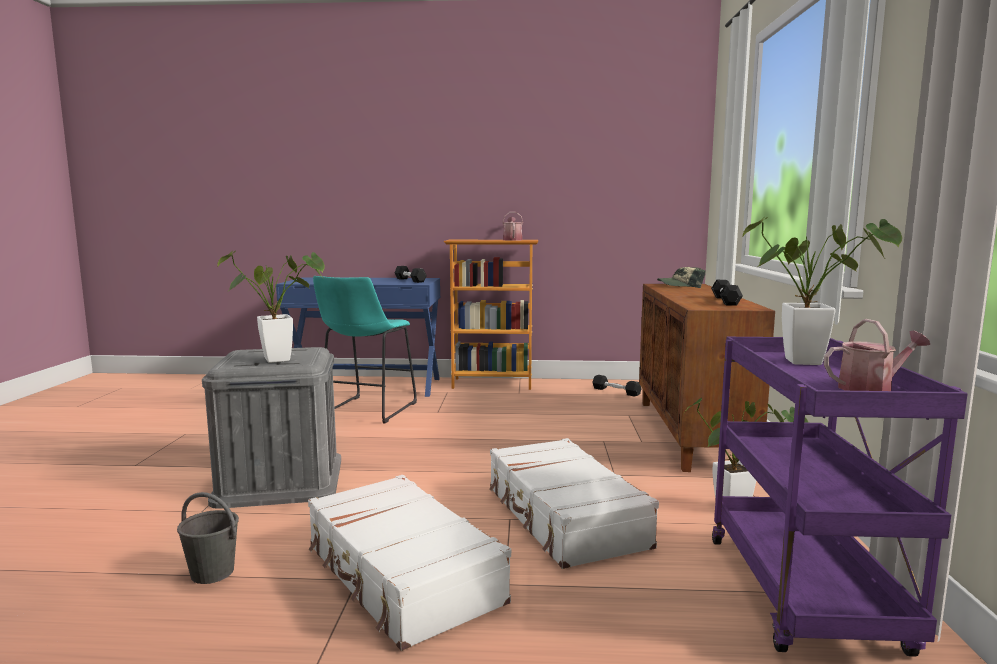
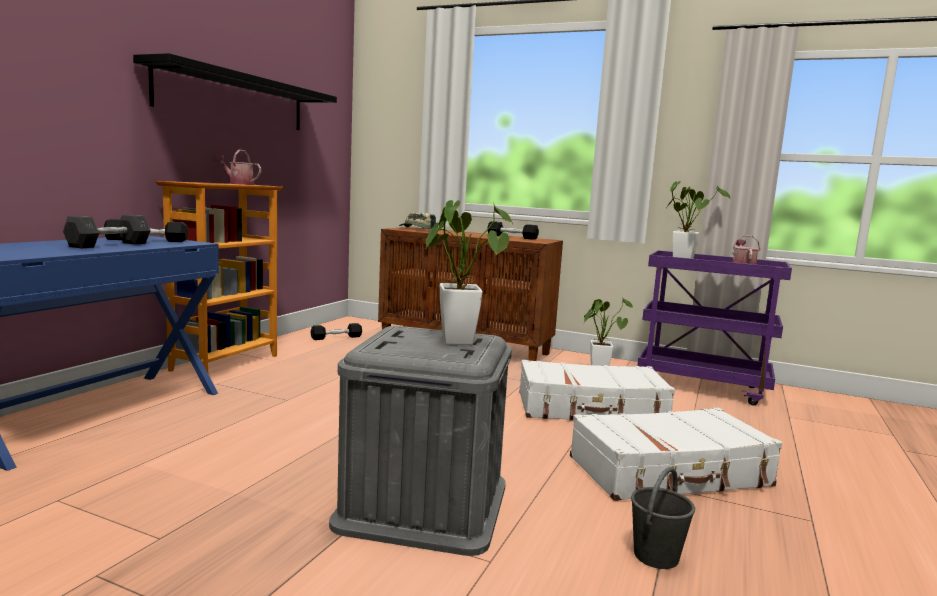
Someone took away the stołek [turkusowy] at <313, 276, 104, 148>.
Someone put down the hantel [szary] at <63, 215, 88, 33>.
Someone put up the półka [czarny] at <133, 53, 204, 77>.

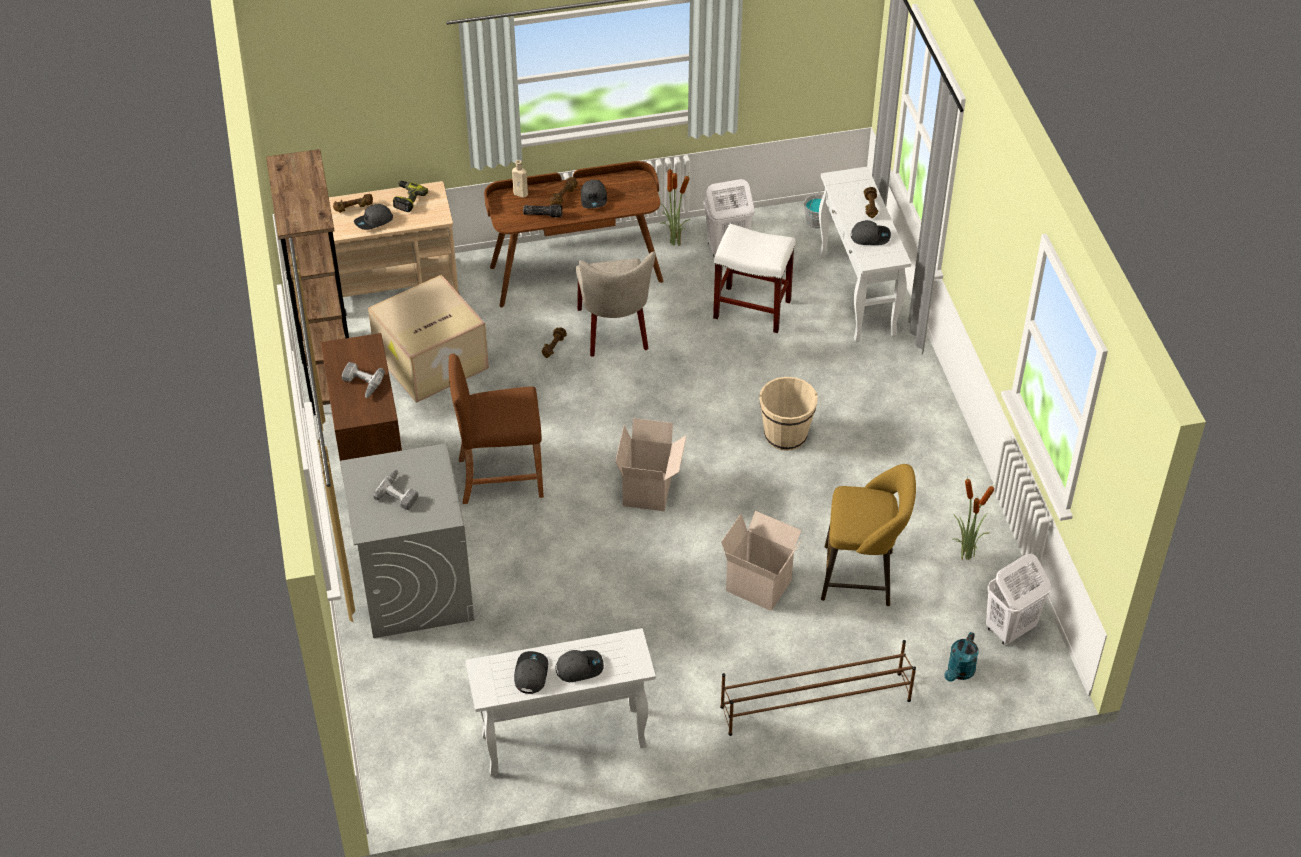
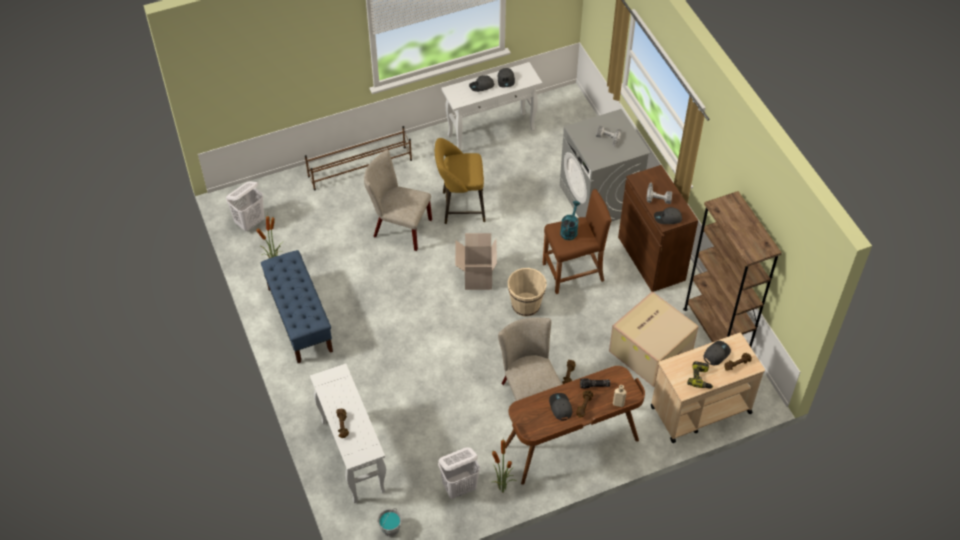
Someone took away the stołek [biały] at <713, 224, 82, 109>.
Someone put down the ławka [niebieski] at <261, 250, 72, 113>.
Someone carried the wiadro [beżowy] from <759, 377, 59, 74> to <508, 268, 39, 48>.
Someone carried the stołek [żółty] from <821, 464, 95, 142> to <435, 138, 51, 86>.
Someone carried the czapka z daszkiem [szary] from <851, 220, 40, 25> to <654, 207, 28, 17>.
Someone carried the konewka [turkusowy] from <944, 632, 34, 50> to <560, 201, 20, 39>.
Someone swapped the karton at <721, 511, 81, 100> for the krzesło [beżowy] at <364, 150, 68, 101>.

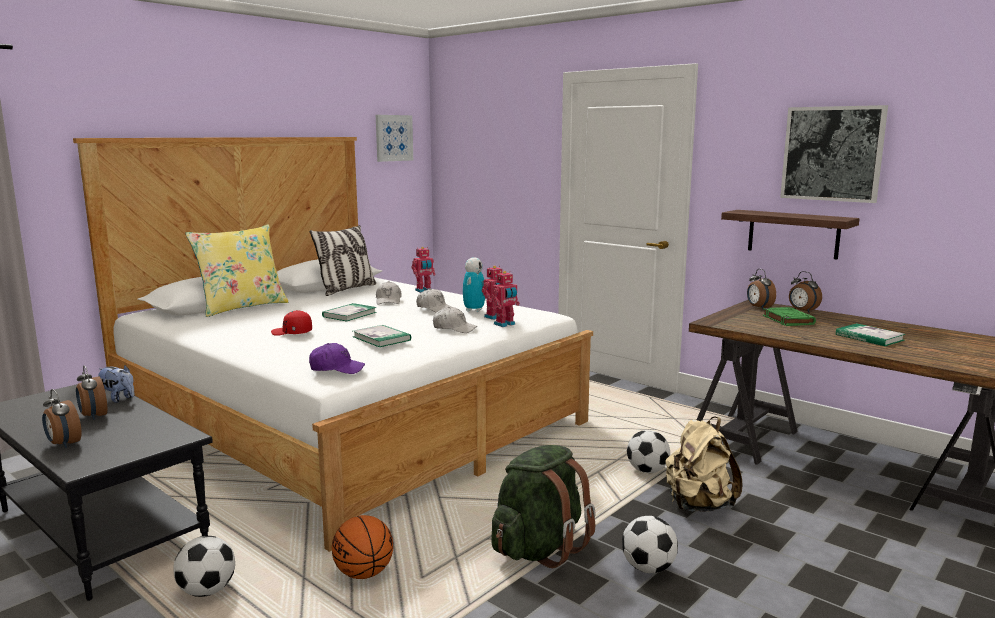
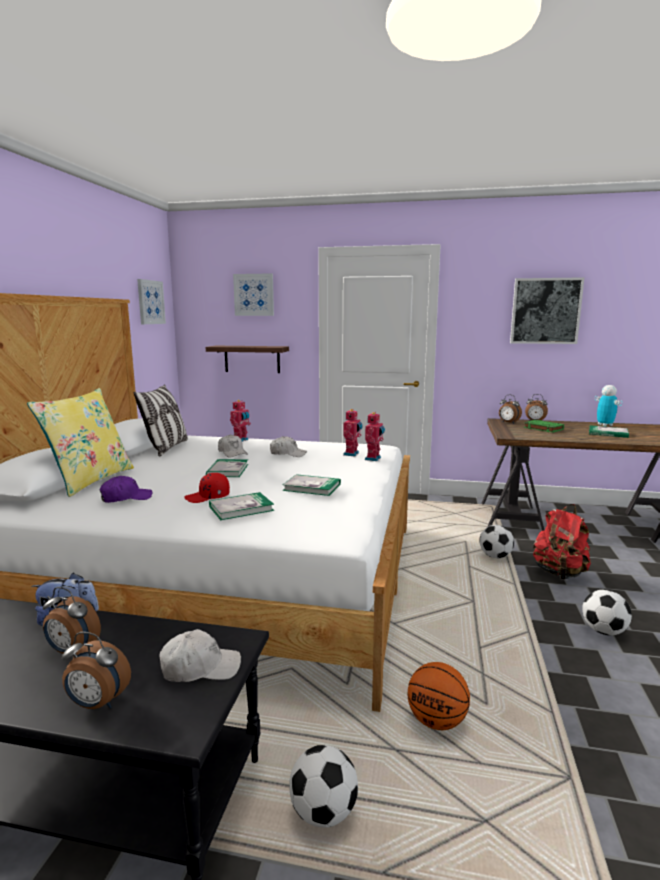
Someone took away the plecak [zielony] at <491, 445, 105, 123>.
Someone put down the książka at <209, 492, 65, 28>.
Someone put up the obraz at <233, 273, 41, 43>.
Someone carried the czapka z daszkiem [fioletowy] from <309, 343, 56, 31> to <99, 476, 53, 27>.
Someone carried the czapka z daszkiem [biały] from <433, 307, 44, 26> to <159, 629, 82, 53>.
Someone carried the robot zabawkowy from <463, 257, 22, 55> to <595, 385, 27, 41>.
Someone carried the półka from <721, 210, 139, 50> to <206, 346, 83, 27>.
Someone repainted the plecak [beżowy] at <665, 417, 77, 95>, which became the plecak [czerwony] at <533, 504, 58, 75>.

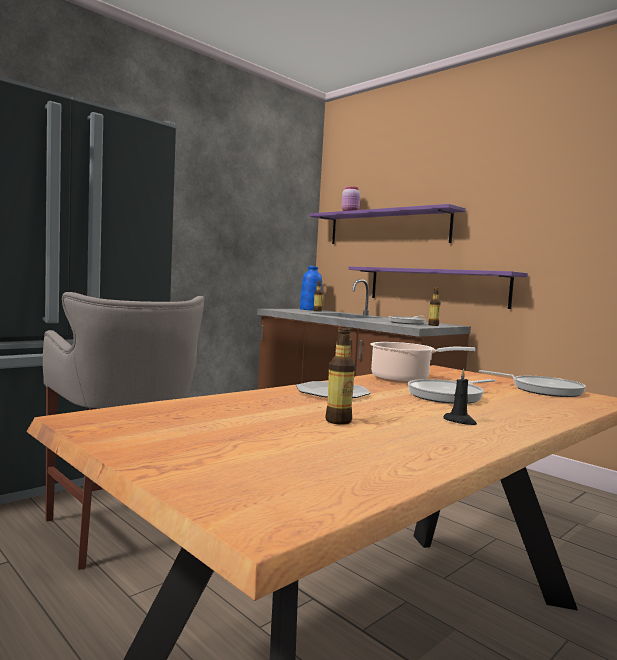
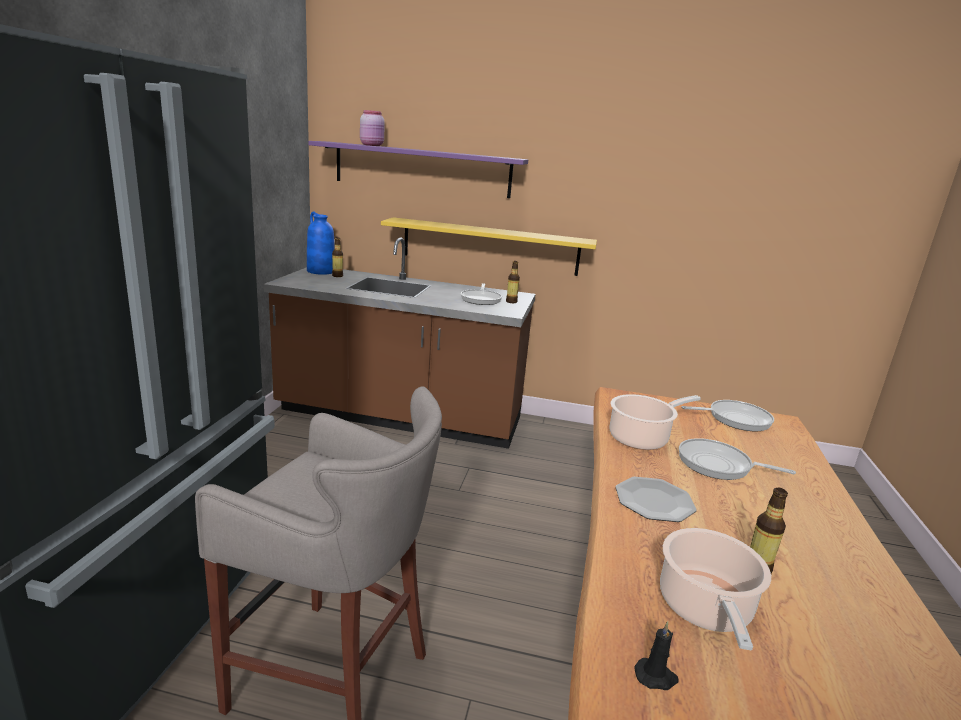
Someone put down the garnek at <660, 528, 111, 123>.
Someone carried the świeca [czarny] from <444, 369, 33, 56> to <635, 621, 44, 69>.
Someone repainted the półka [fioletowy] at <348, 266, 180, 43>, which became the półka [żółty] at <381, 217, 216, 59>.
Someone rotated the patelnia at <408, 379, 88, 25> by 90 degrees clockwise.

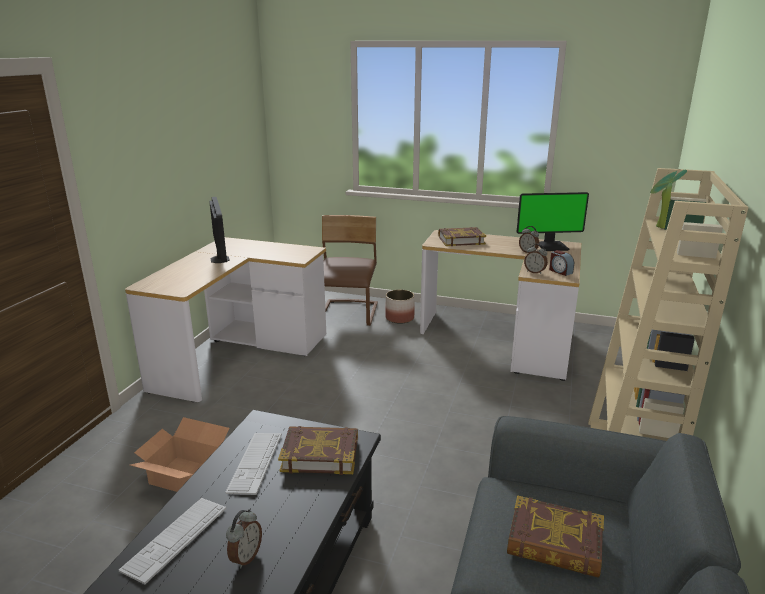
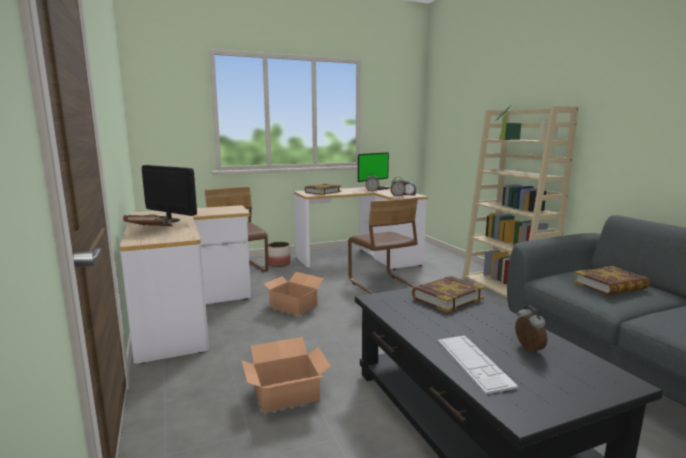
Someone took away the klawiatura at <225, 433, 57, 62>.
Someone put down the książka [brązowy] at <123, 214, 50, 12>.
Someone put down the karton at <260, 272, 64, 44>.
Someone put down the krzesło [brązowy] at <348, 197, 70, 97>.

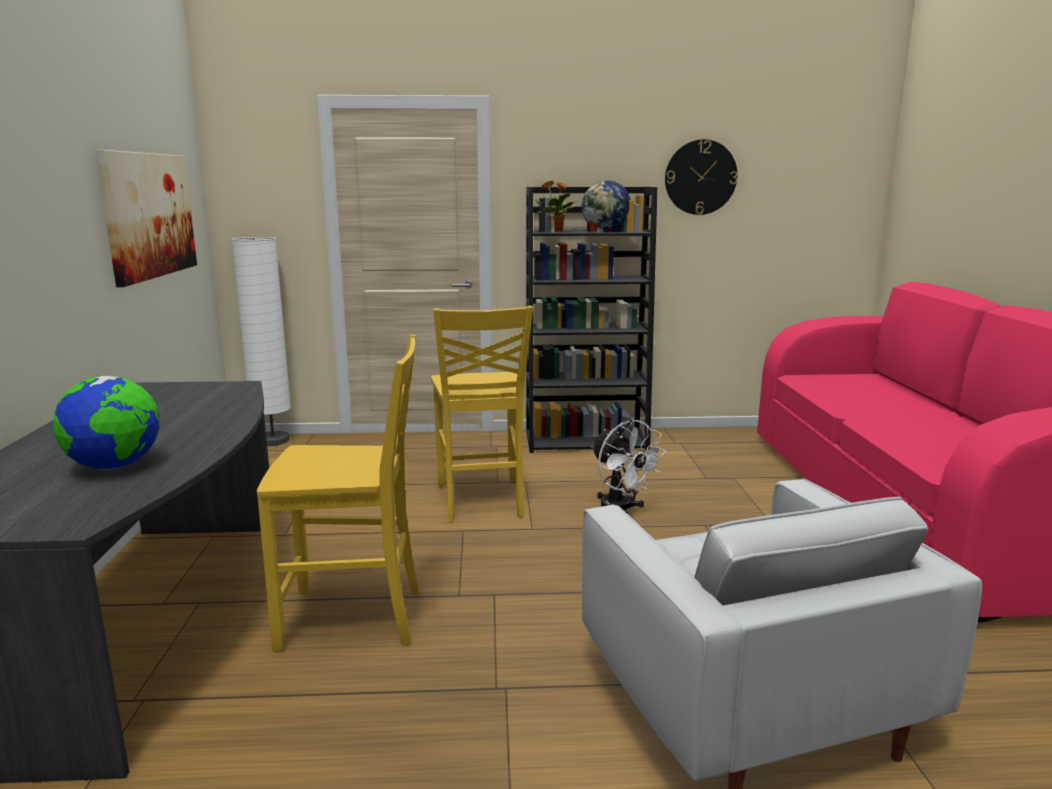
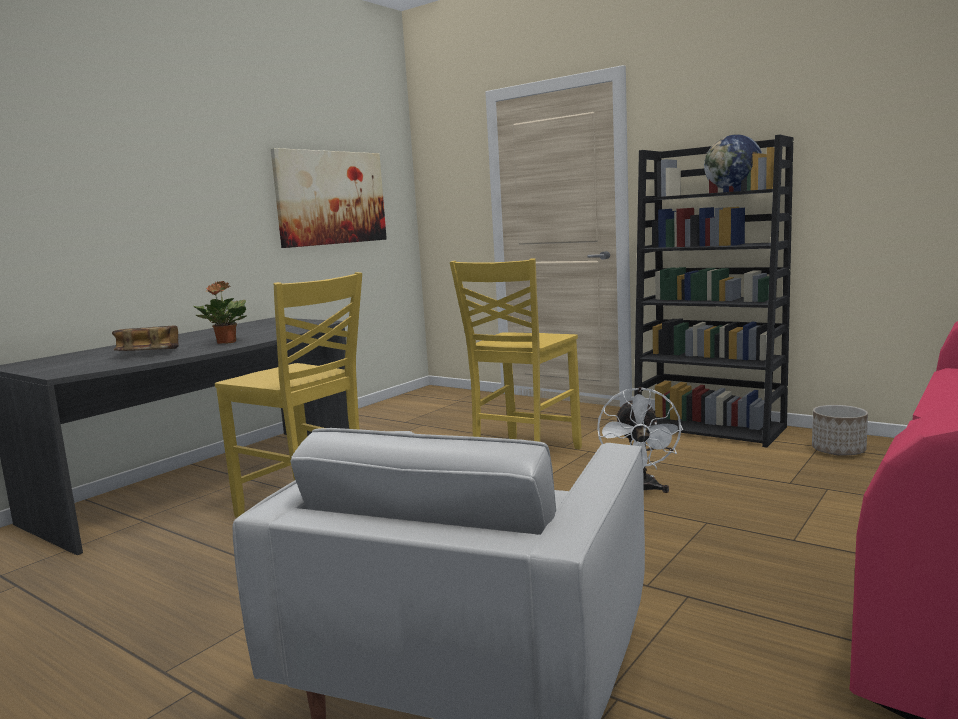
Someone took away the lampa stojąca [biały] at <231, 237, 60, 209>.
Someone took away the zegar ścienny at <665, 139, 73, 76>.
Someone put down the donica at <812, 405, 56, 51>.
Someone carried the roślina doniczkowa from <534, 181, 42, 51> to <193, 281, 54, 63>.
Someone swapped the globus at <53, 376, 107, 94> for the książka at <112, 325, 67, 26>.

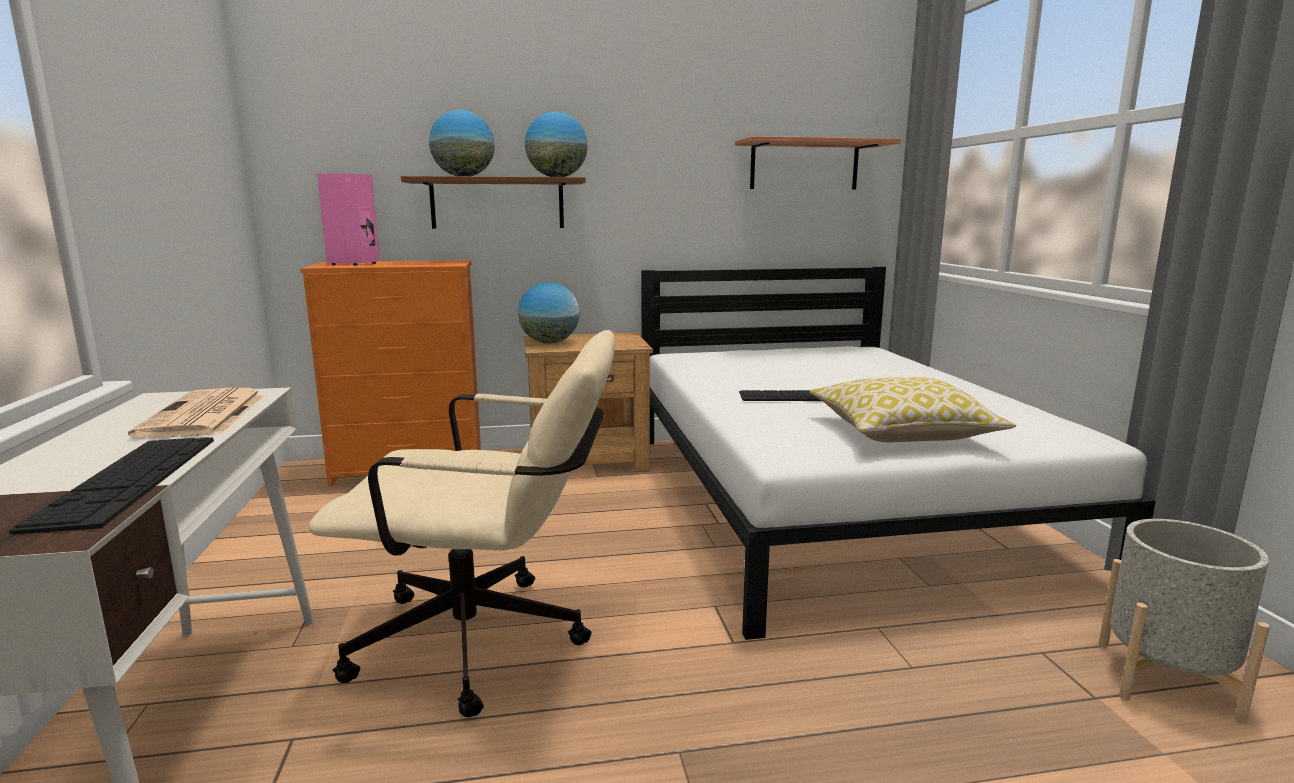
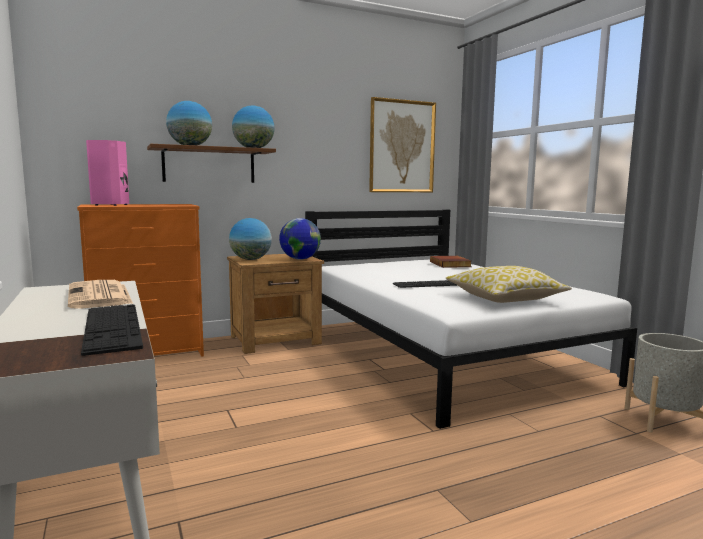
Someone took away the krzesło biurowe [beżowy] at <308, 330, 307, 387>.
Someone put down the globus at <279, 218, 42, 42>.
Someone put down the książka at <430, 256, 41, 12>.
Someone swapped the półka at <735, 136, 166, 54> for the obraz at <369, 97, 67, 95>.

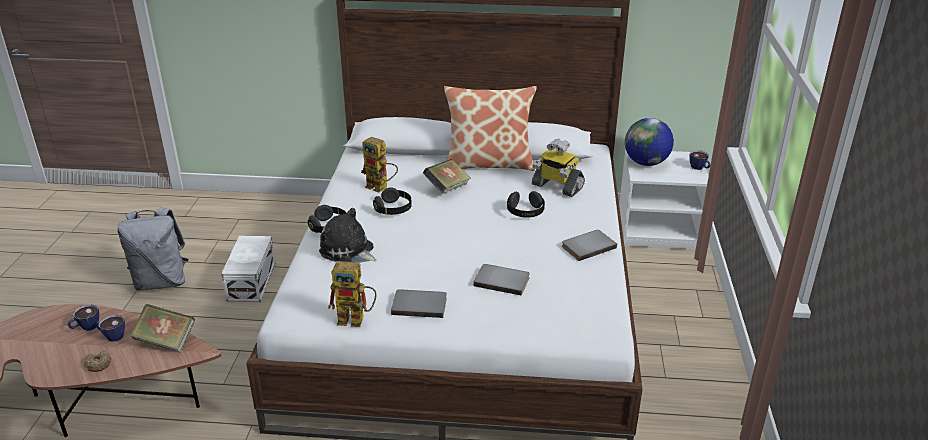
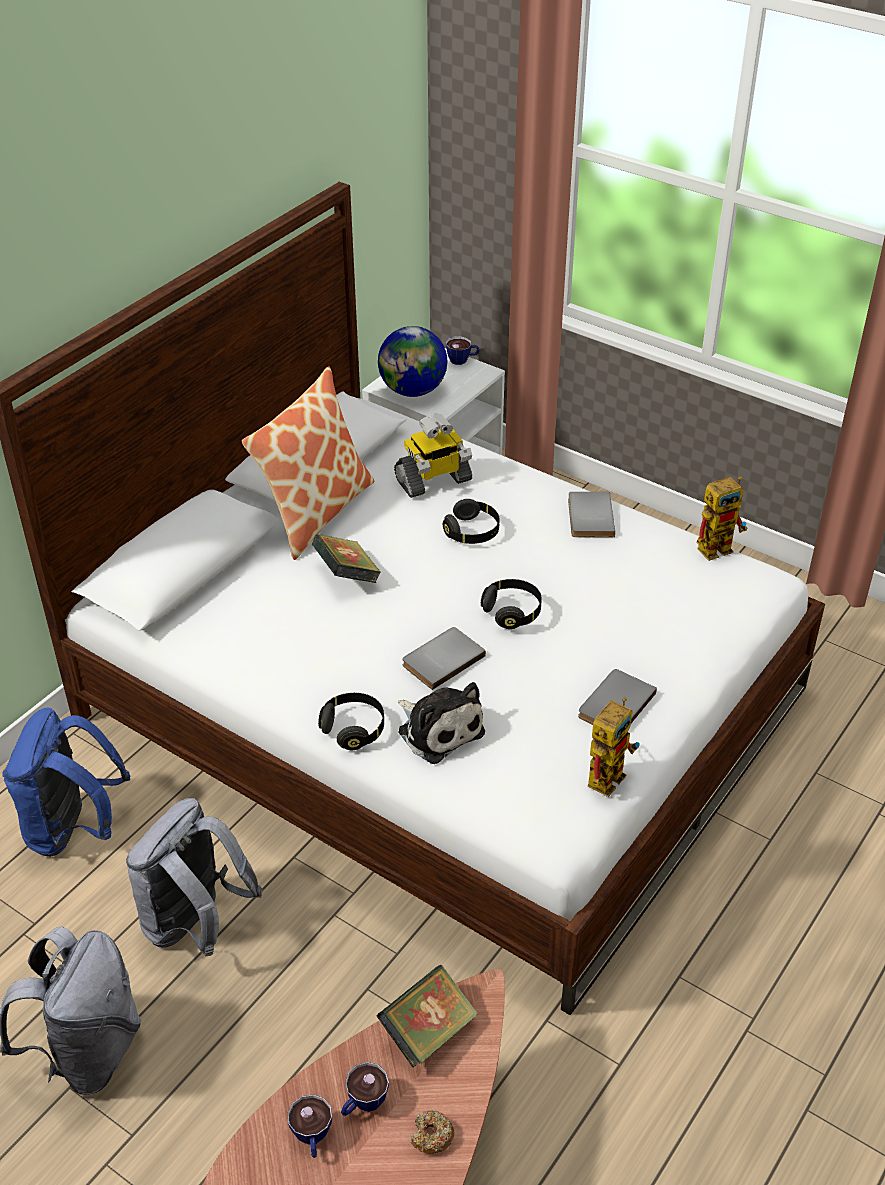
Someone put down the plecak [niebieski] at <2, 708, 129, 149>.
Someone carried the robot zabawkowy from <361, 137, 37, 56> to <697, 476, 51, 85>.
Someone carried the słuchawki [czarny] from <373, 187, 39, 28> to <481, 579, 61, 50>.
Someone carried the książka [szary] from <473, 264, 57, 32> to <402, 627, 84, 63>.
Someone swapped the pojemnik do przechowywania [biały] at <221, 236, 54, 66> for the plecak [szary] at <126, 798, 137, 158>.
Someone rotated the pluszak at <319, 208, 58, 55> by 105 degrees counterclockwise.

